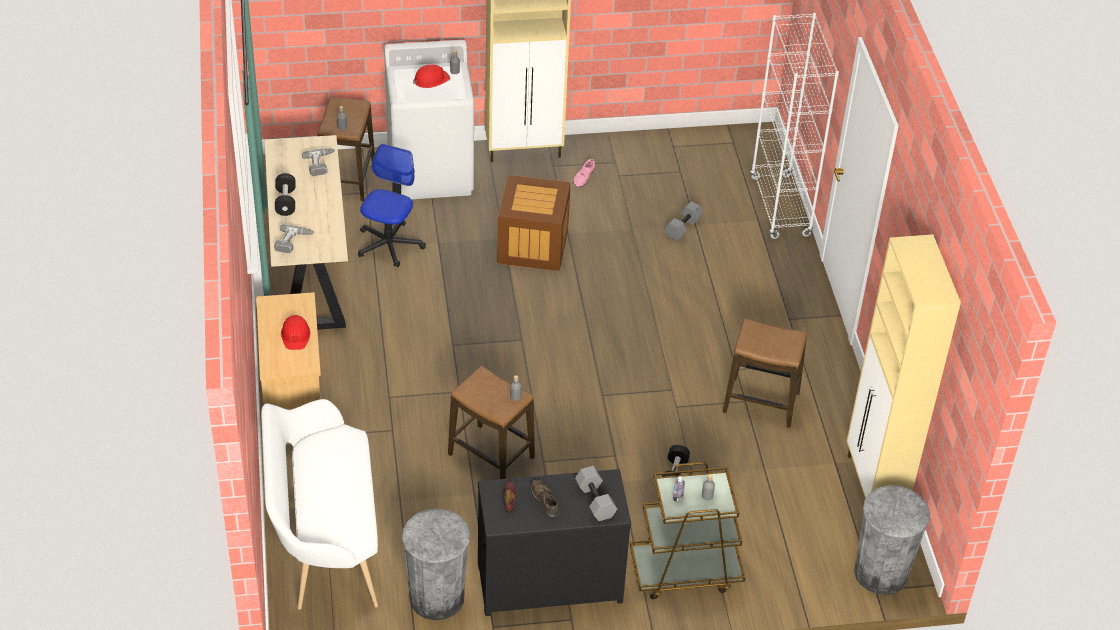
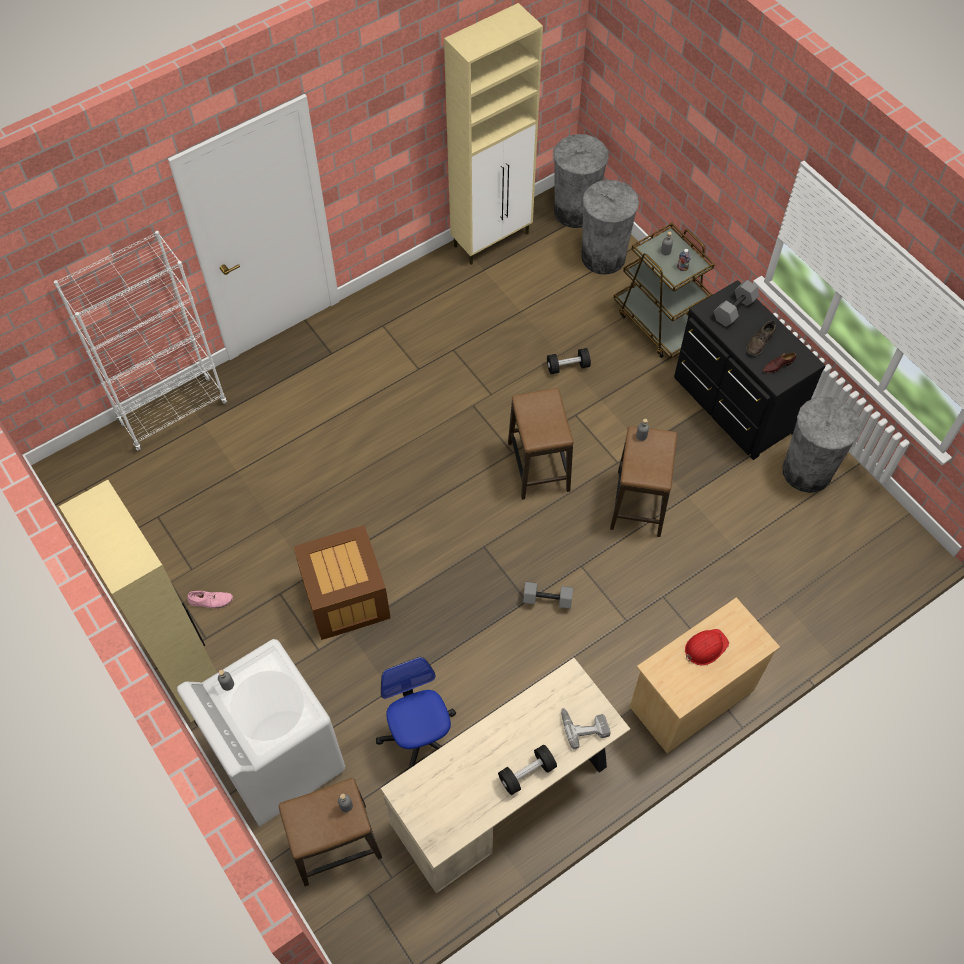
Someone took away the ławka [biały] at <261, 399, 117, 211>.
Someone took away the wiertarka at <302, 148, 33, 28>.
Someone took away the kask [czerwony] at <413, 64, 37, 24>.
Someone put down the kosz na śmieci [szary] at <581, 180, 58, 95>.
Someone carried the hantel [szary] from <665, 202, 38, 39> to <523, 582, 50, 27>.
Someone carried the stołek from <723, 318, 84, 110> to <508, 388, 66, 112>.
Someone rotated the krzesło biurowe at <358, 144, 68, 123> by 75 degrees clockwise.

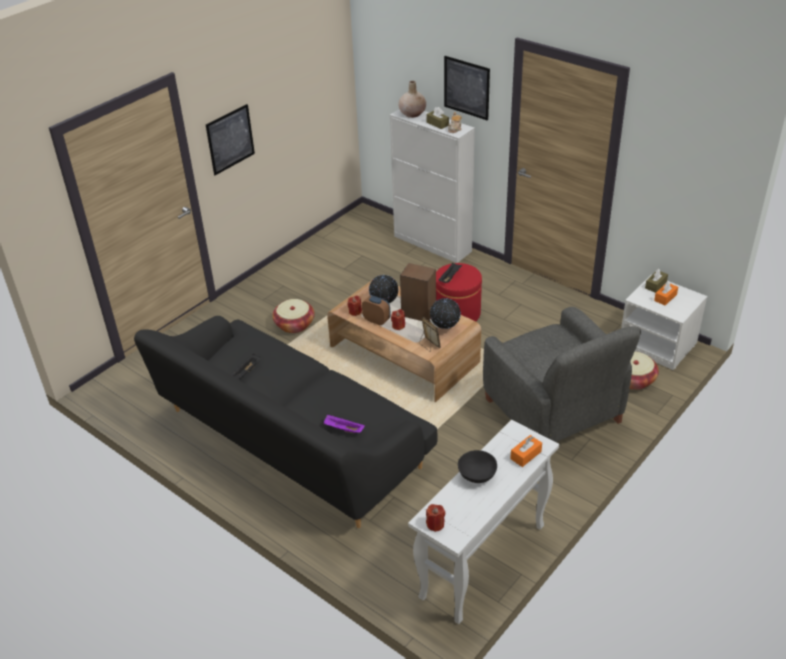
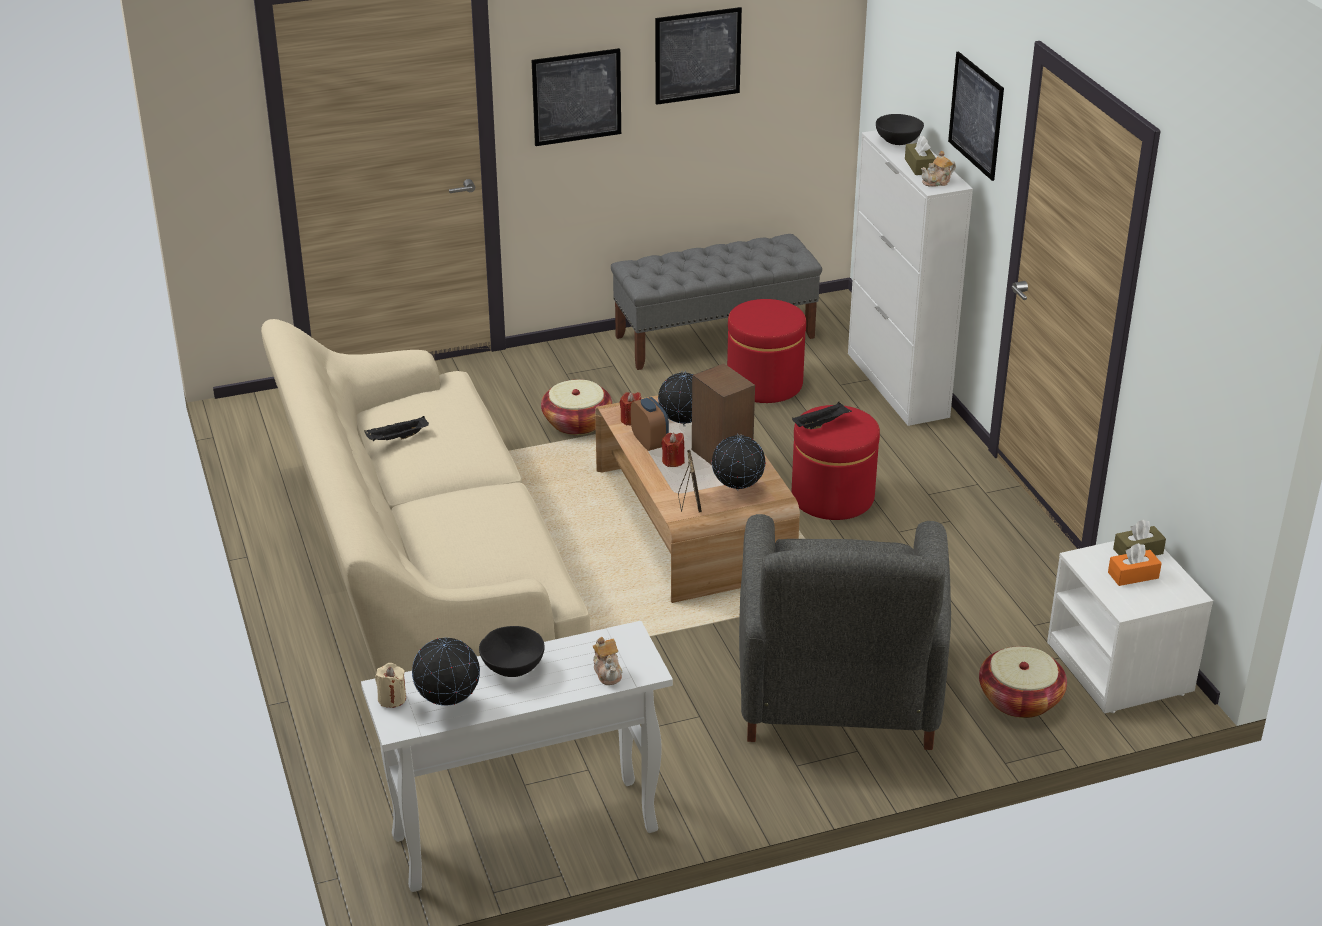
Someone took away the taca [fioletowy] at <323, 414, 42, 19>.
Someone put down the globus at <412, 637, 68, 69>.
Someone put down the ławka [szary] at <611, 234, 211, 136>.
Someone put up the obraz at <655, 7, 87, 98>.
Someone put down the pufa [czerwony] at <727, 299, 79, 104>.
Someone swapped the wazon [beżowy] at <399, 81, 27, 37> for the miska [czarny] at <876, 114, 48, 31>.
Someone swapped the pudełko chusteczek [pomarańczowy] at <510, 435, 32, 32> for the imbryk at <593, 637, 29, 48>.
Someone repainted the kanapa [czarny] at <134, 316, 303, 212>, which became the kanapa [beżowy] at <261, 319, 329, 355>.
Someone repainted the świeca [czerwony] at <426, 504, 19, 28>, which became the świeca [beżowy] at <375, 663, 31, 45>.

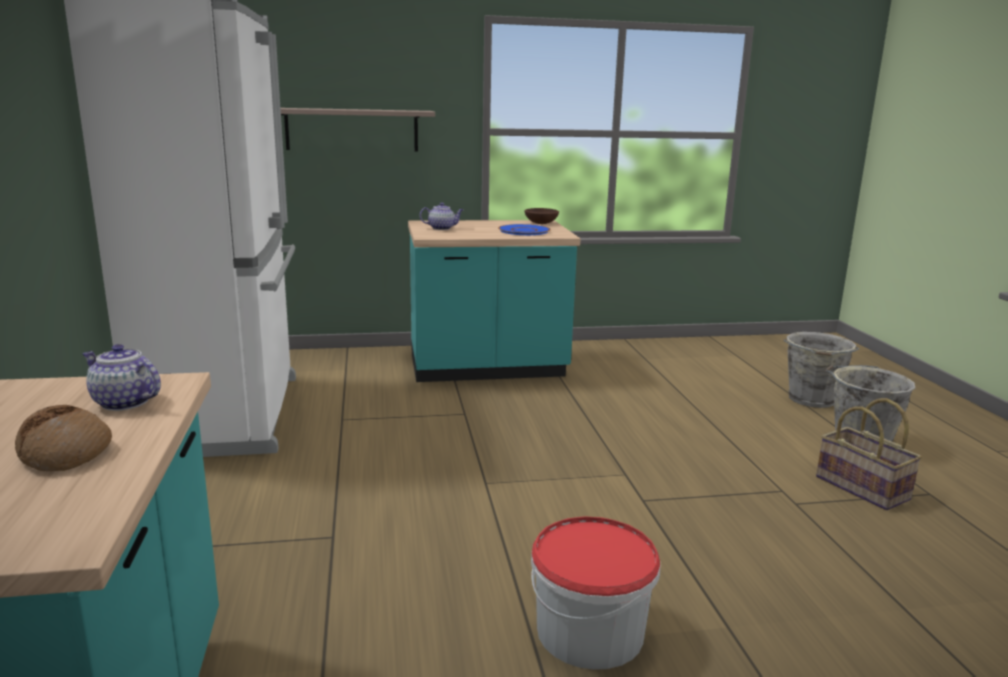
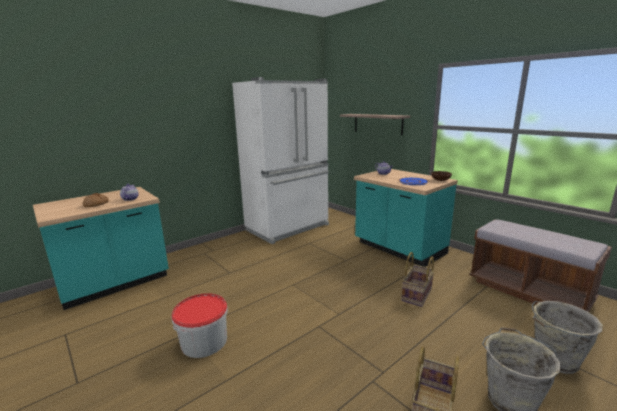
Someone put down the koszyk at <401, 252, 33, 55>.
Someone put down the ławka [brązowy] at <469, 219, 143, 93>.

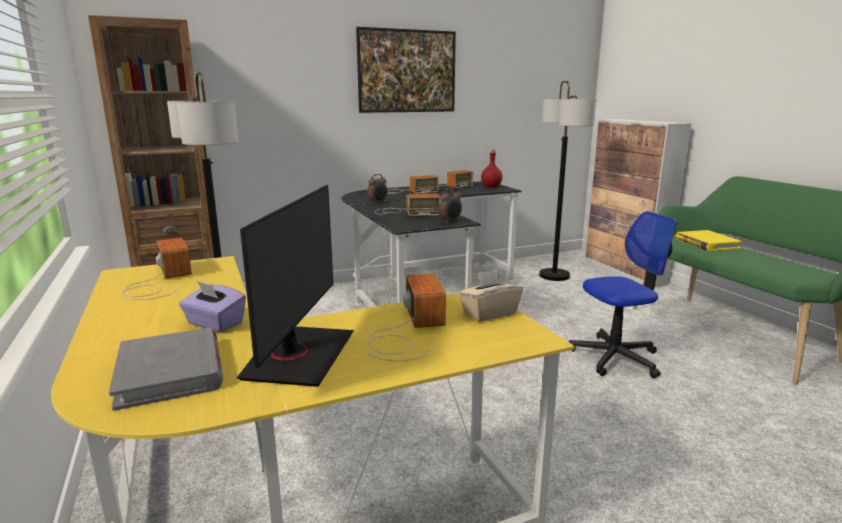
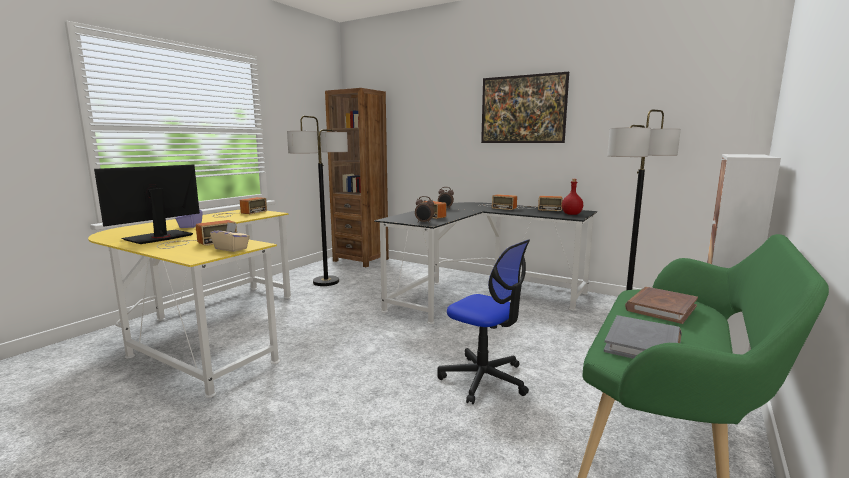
Someone carried the książka [szary] from <109, 328, 114, 83> to <604, 315, 78, 44>.
Someone repainted the książka [żółty] at <676, 230, 67, 21>, which became the książka [brązowy] at <625, 287, 73, 37>.
Someone rotated the monitor at <237, 185, 117, 202> by 150 degrees clockwise.

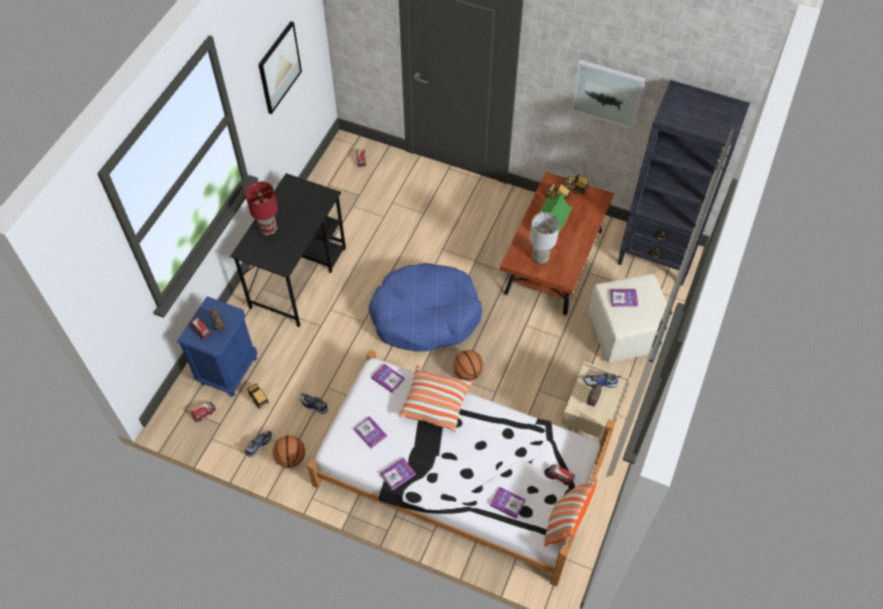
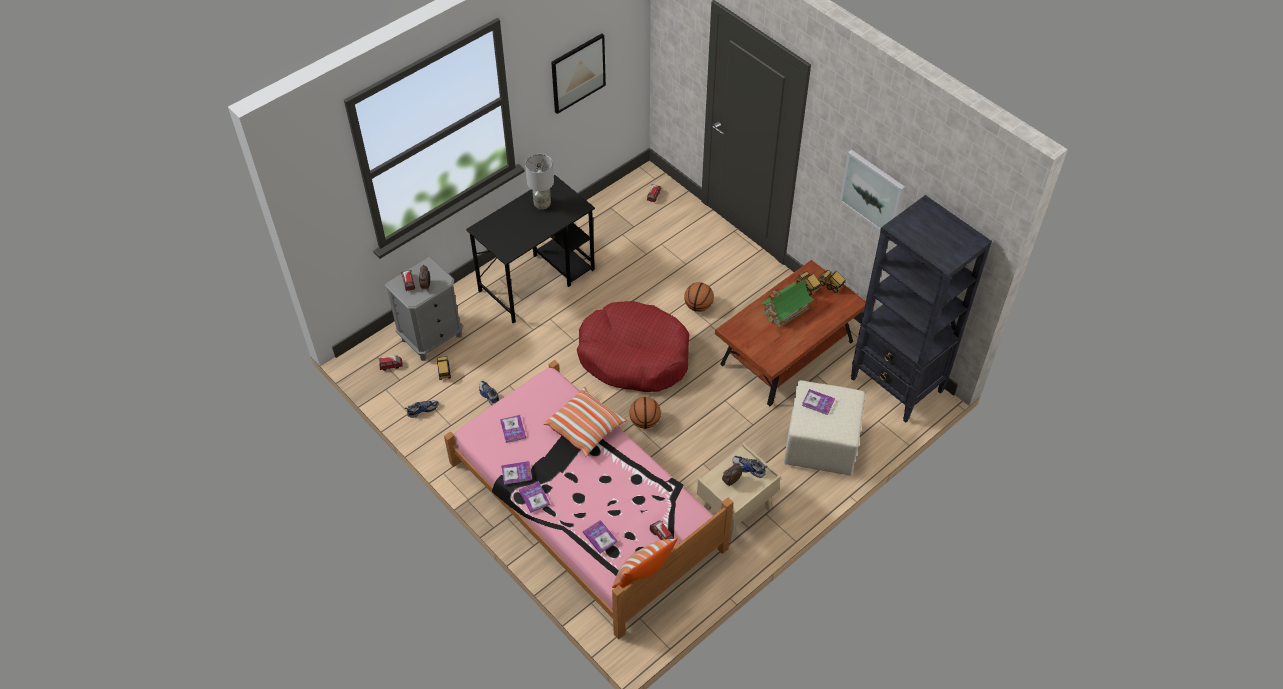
Someone took away the lampa stołowa [czerwony] at <245, 181, 33, 55>.
Someone carried the piłka do koszykówki from <273, 435, 32, 33> to <684, 282, 30, 30>.
Someone carried the książka from <371, 364, 34, 29> to <519, 481, 31, 32>.
Someone carried the lampa stołowa [szary] from <530, 213, 30, 51> to <525, 154, 29, 56>.
Someone repainted the szafka nocna [niebieski] at <177, 296, 81, 101>, which became the szafka nocna [szary] at <385, 257, 78, 104>.
Someone repainted the łóżko [biały] at <307, 350, 309, 237>, which became the łóżko [różowy] at <444, 360, 289, 280>.
Someone repainted the legowisko [niebieski] at <369, 263, 113, 89>, which became the legowisko [czerwony] at <577, 301, 112, 91>.

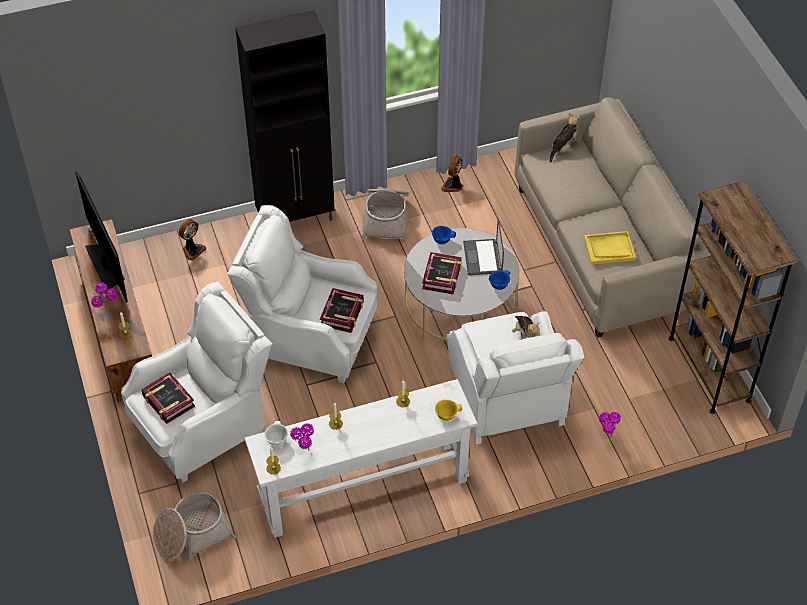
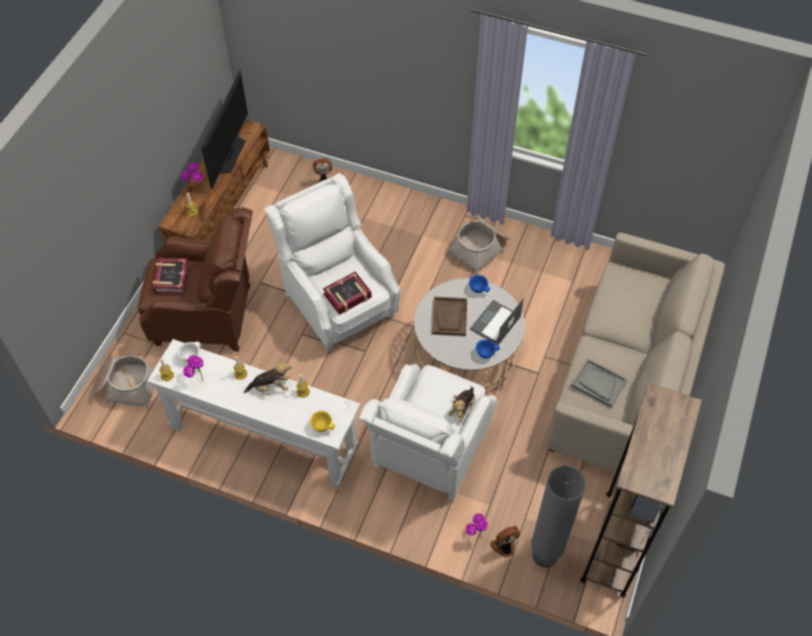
Someone took away the szafka [czarny] at <235, 10, 100, 212>.
Someone put down the lampa stojąca [szary] at <531, 465, 55, 102>.
Someone carried the wentylator from <441, 155, 23, 37> to <490, 526, 30, 32>.
Someone carried the pluszak from <550, 113, 30, 50> to <244, 359, 48, 36>.
Someone swapped the książka at <422, 252, 40, 42> for the taca [brązowy] at <432, 297, 35, 39>.
Someone repainted the fotel [biały] at <121, 282, 152, 201>, which became the fotel [brązowy] at <138, 208, 115, 143>.
Someone repainted the taca [żółty] at <584, 231, 52, 34>, which became the taca [szary] at <571, 358, 57, 49>.

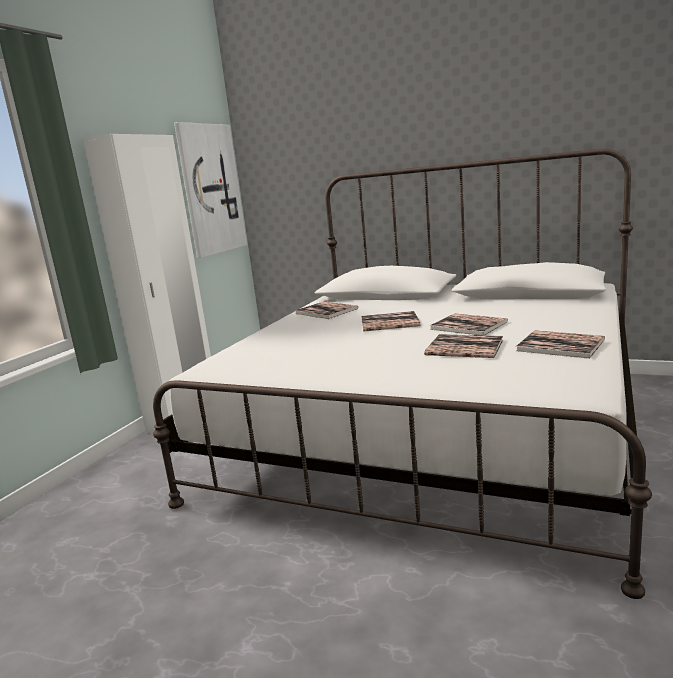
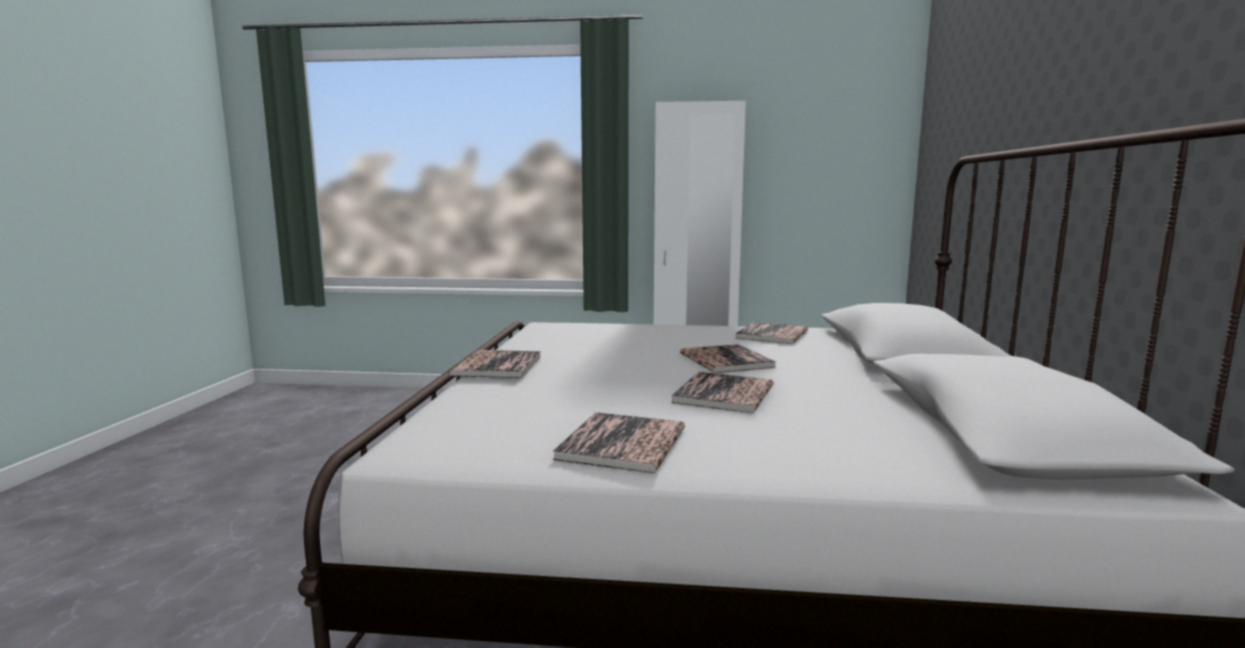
Someone took away the obraz at <174, 122, 73, 136>.
Someone carried the książka from <424, 334, 79, 24> to <449, 350, 92, 28>.

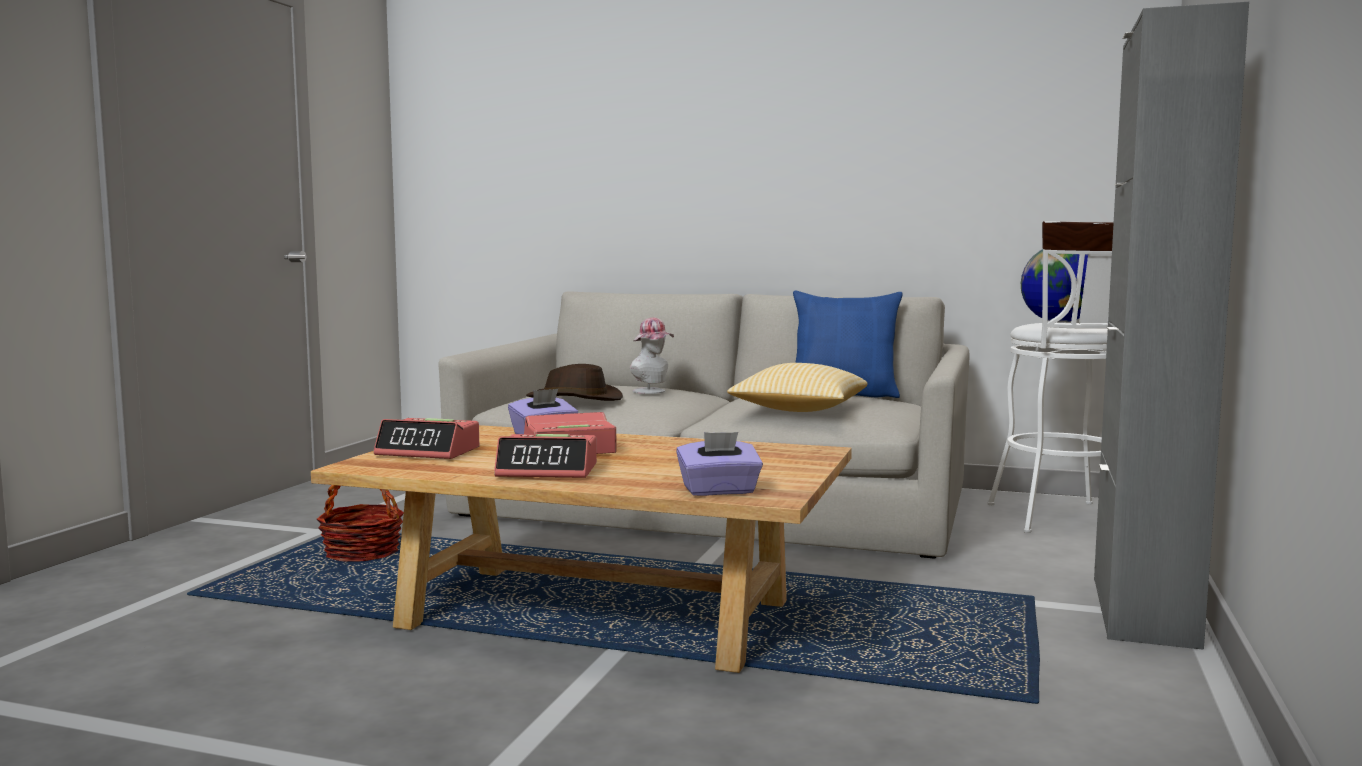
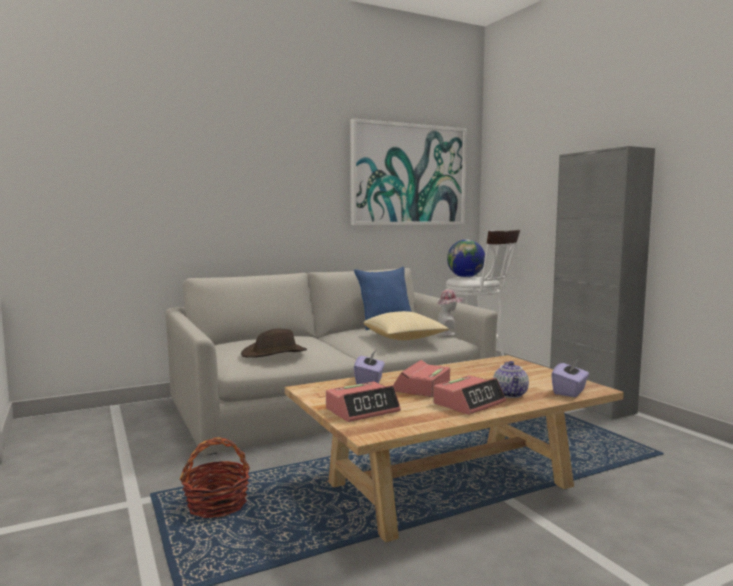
Someone put up the obraz at <350, 118, 117, 107>.
Someone put down the imbryk at <493, 361, 36, 37>.
Someone carried the kapelusz from <630, 318, 44, 76> to <436, 289, 27, 47>.

